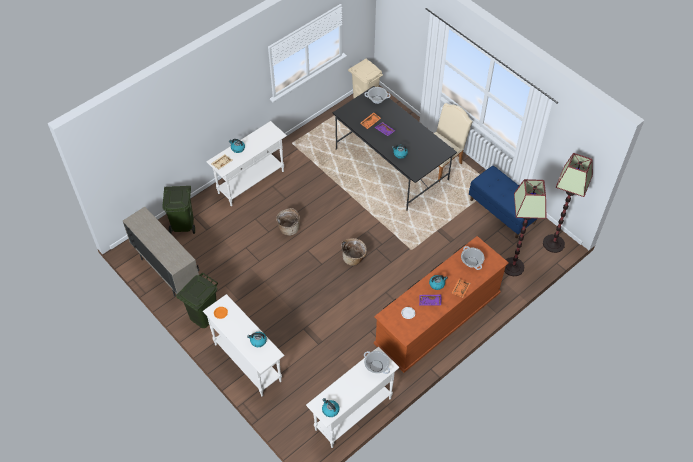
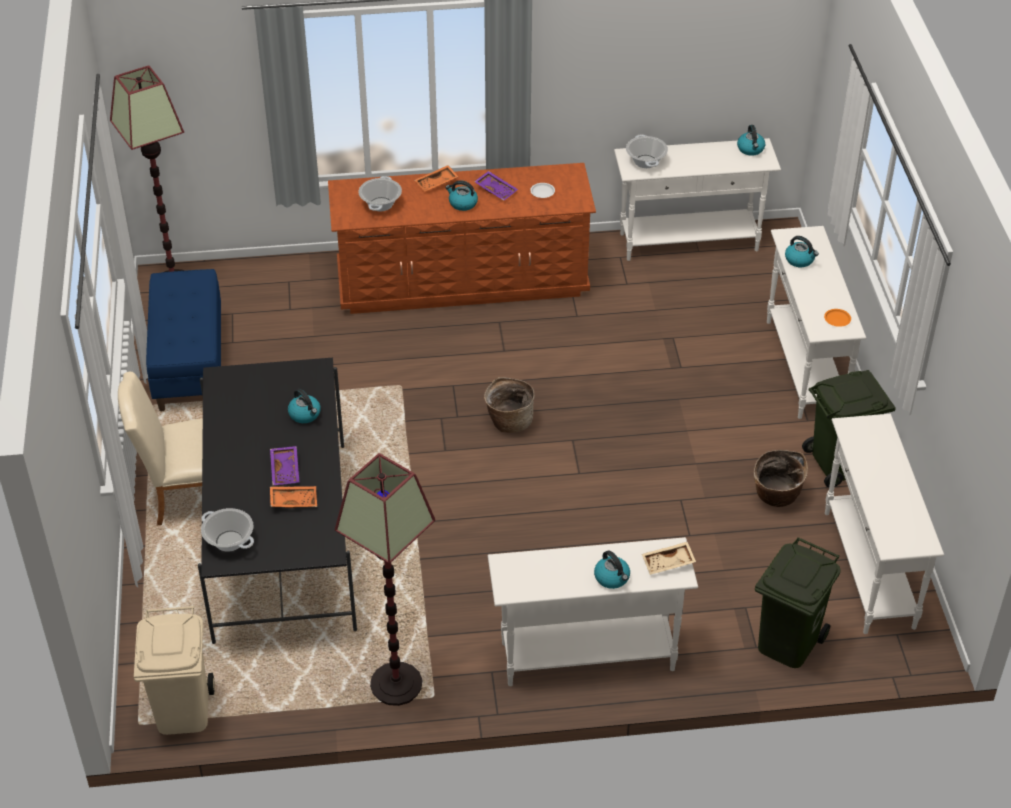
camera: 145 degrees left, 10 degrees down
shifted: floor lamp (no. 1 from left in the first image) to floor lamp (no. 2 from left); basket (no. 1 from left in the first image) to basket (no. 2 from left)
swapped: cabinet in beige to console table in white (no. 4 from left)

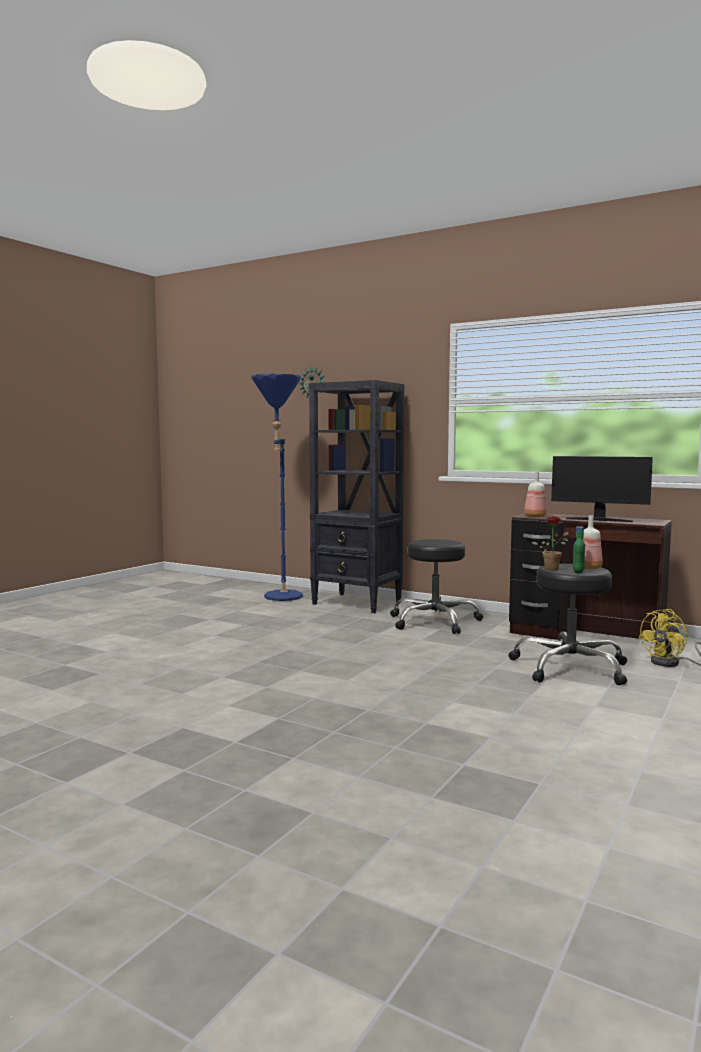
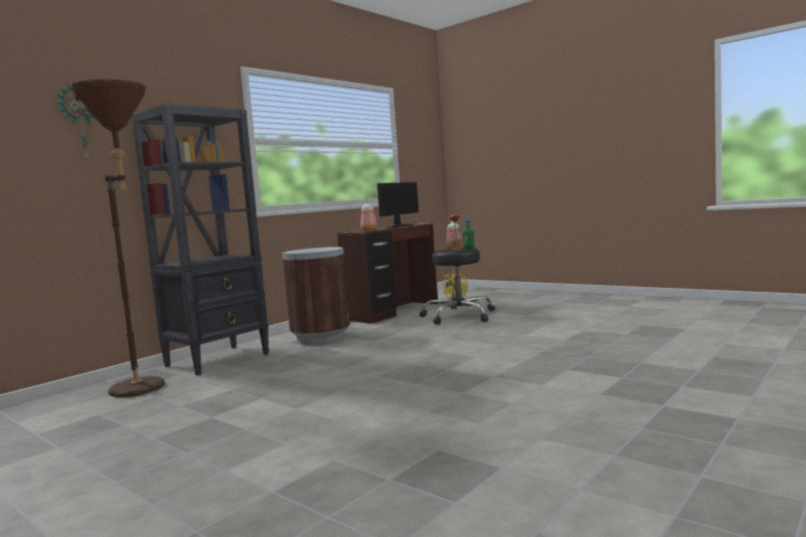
camera: 80 degrees left, 0 degrees up
swapped: stool in black (no. 1 from left) to trash can in brown
repainted: floor lamp in blue to floor lamp in brown

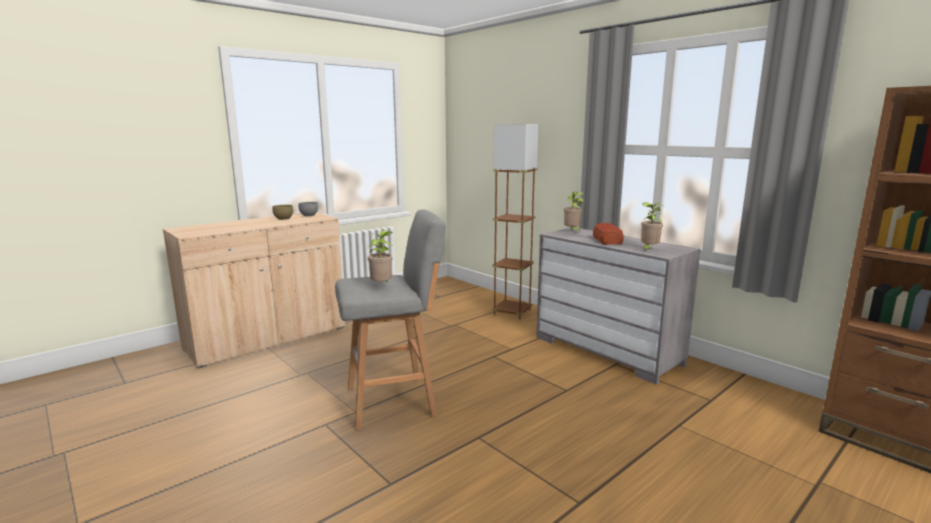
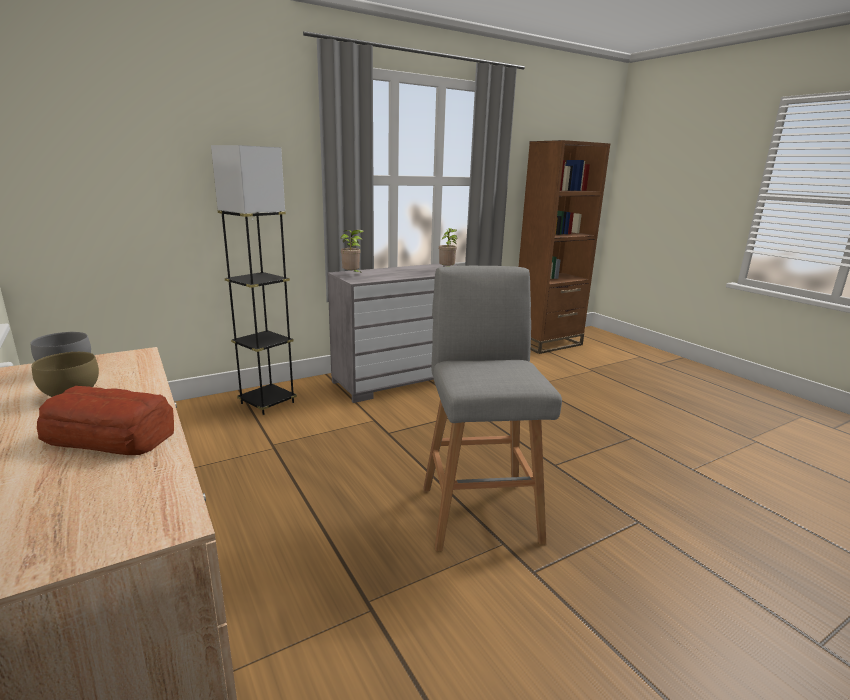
camera: 80 degrees left, 5 degrees up
gone: potted plant (no. 1 from left)
shifted: bread
repainted: floor lamp in brown to floor lamp in grey

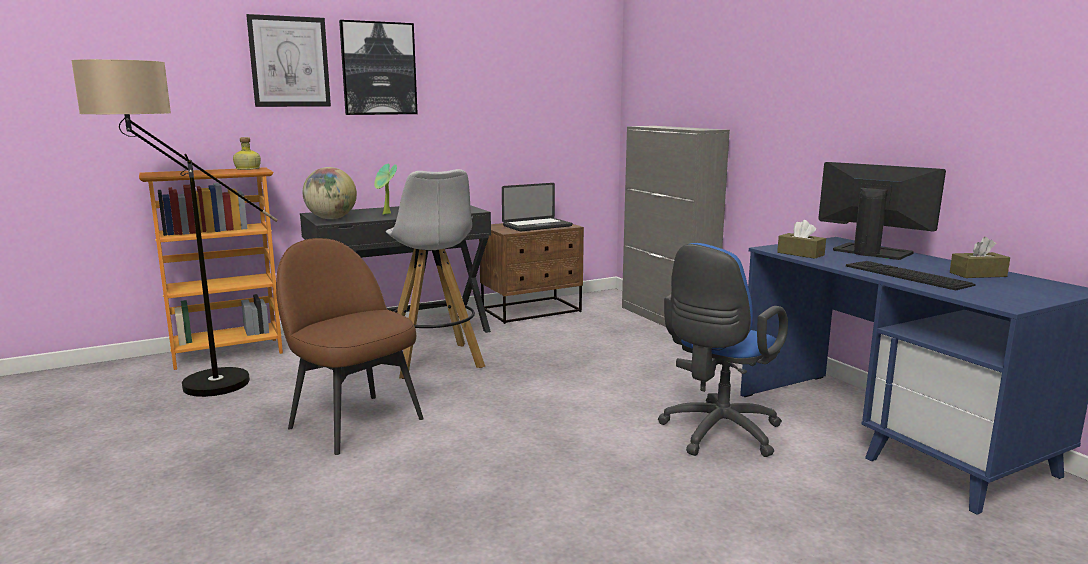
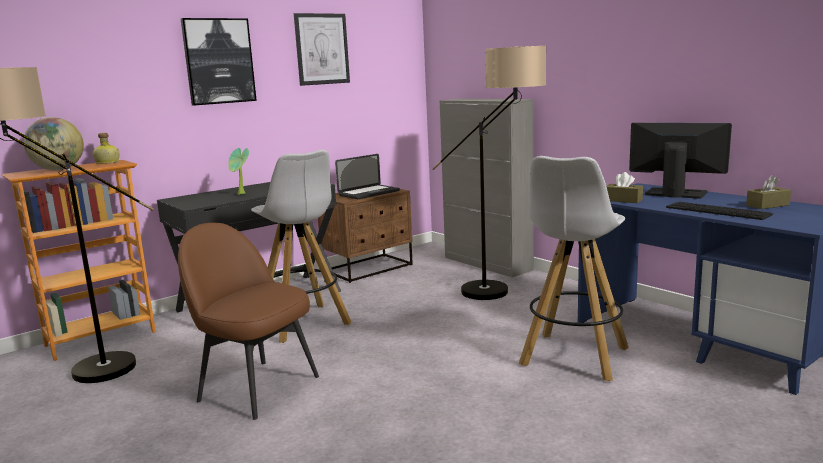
camera: 10 degrees left, 0 degrees up
new: floor lamp (no. 2 from left)
shifted: picture (no. 1 from left in the first image) to picture (no. 2 from left); globe
swapped: office chair in blue to stool in white (no. 2 from left)

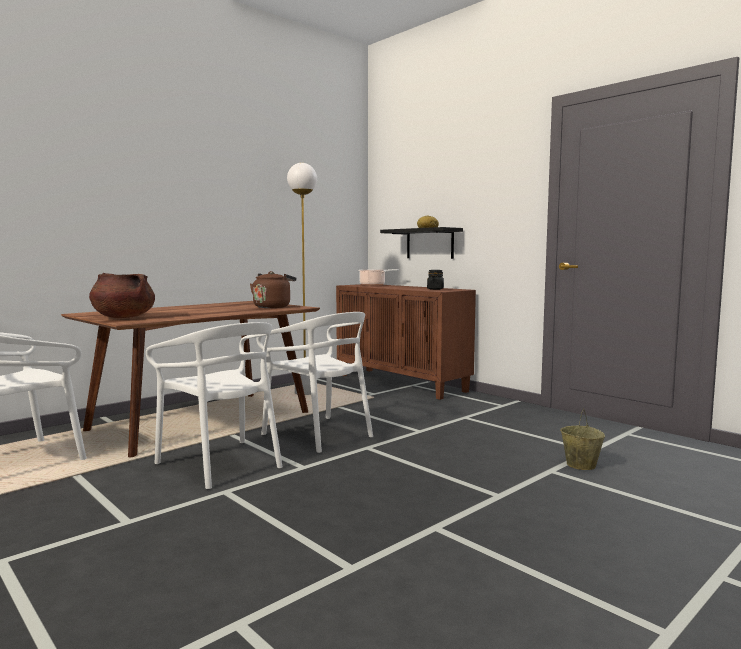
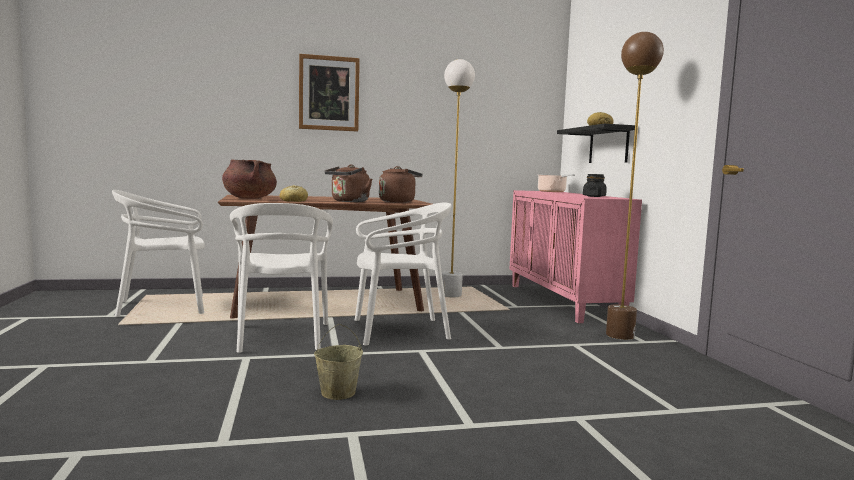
camera: 30 degrees right, 0 degrees up
new: floor lamp in brown; picture; kettle in brown (no. 1 from left); bread (no. 1 from left)
shifted: bucket in beige
repainted: cabinet in brown to cabinet in pink
rotated: chair in white (no. 3 from left) 90 degrees counterclockwise

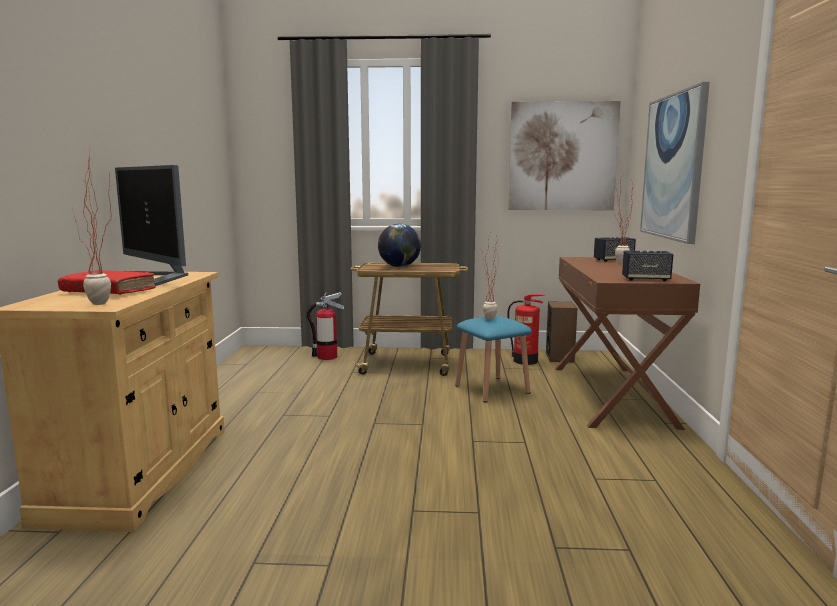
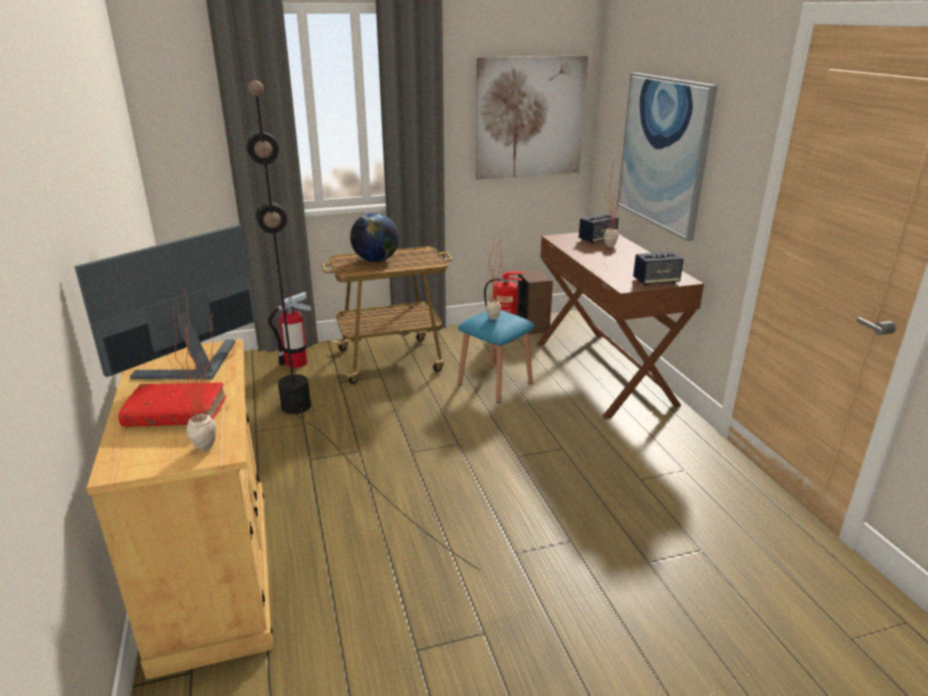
camera: 20 degrees left, 15 degrees up
new: floor lamp in black
rotated: monitor 105 degrees clockwise

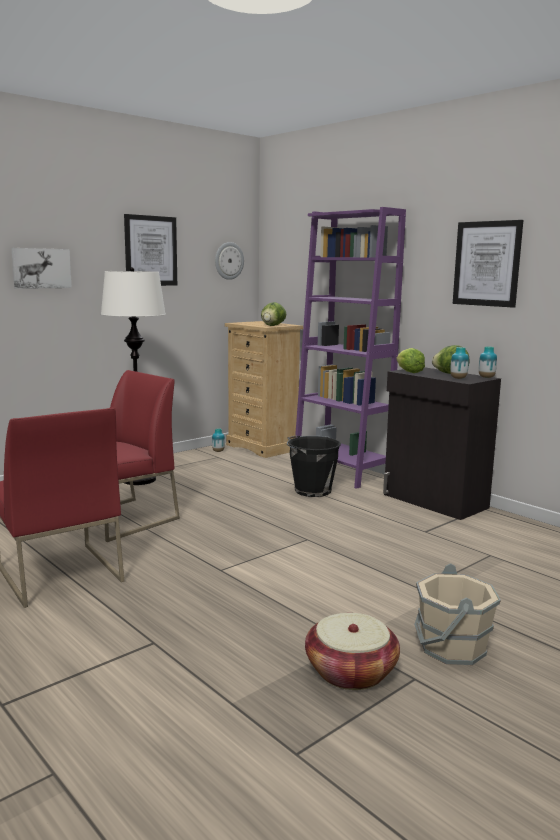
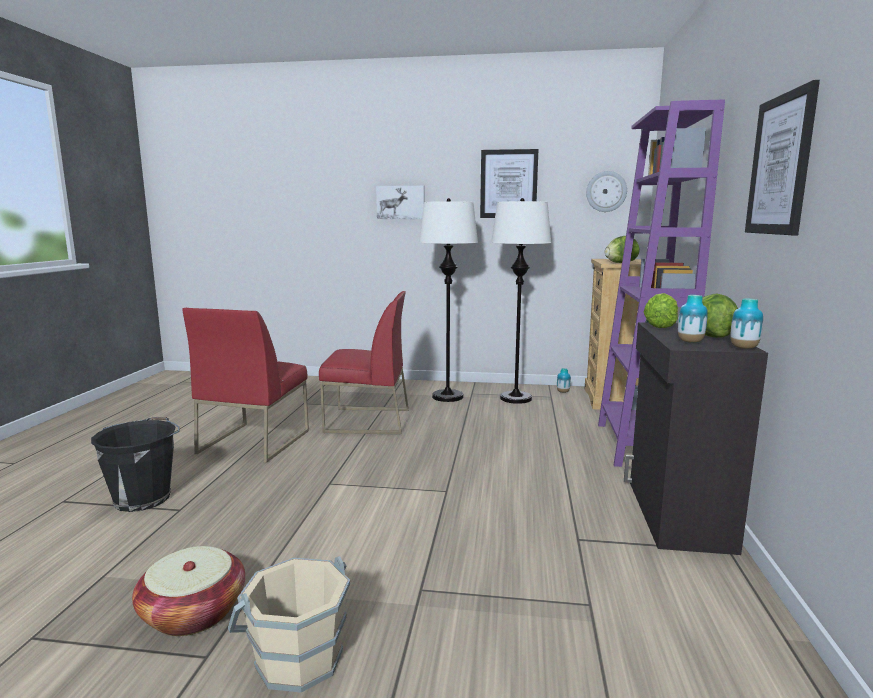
camera: 50 degrees right, 0 degrees up
new: floor lamp in white (no. 2 from left)
shifted: bucket in black

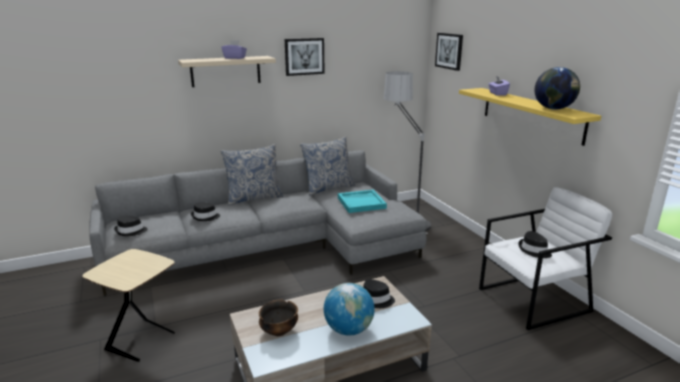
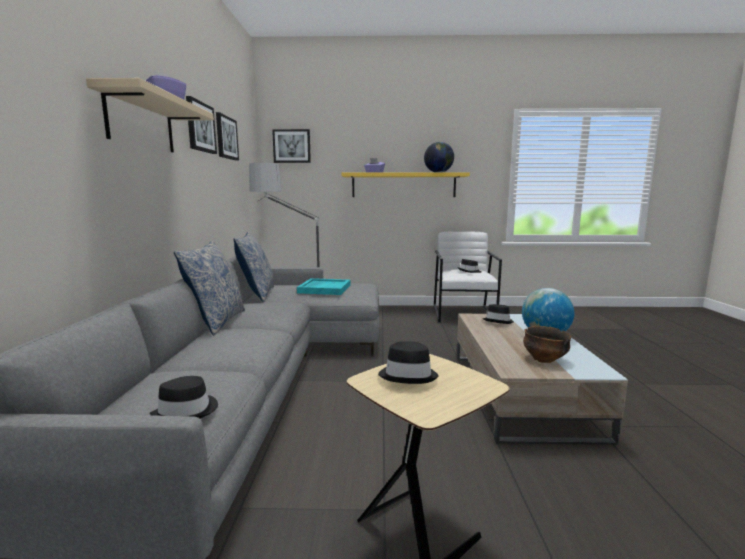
camera: 65 degrees left, 10 degrees down
new: picture (no. 2 from left)
shifted: hat in black (no. 2 from left)

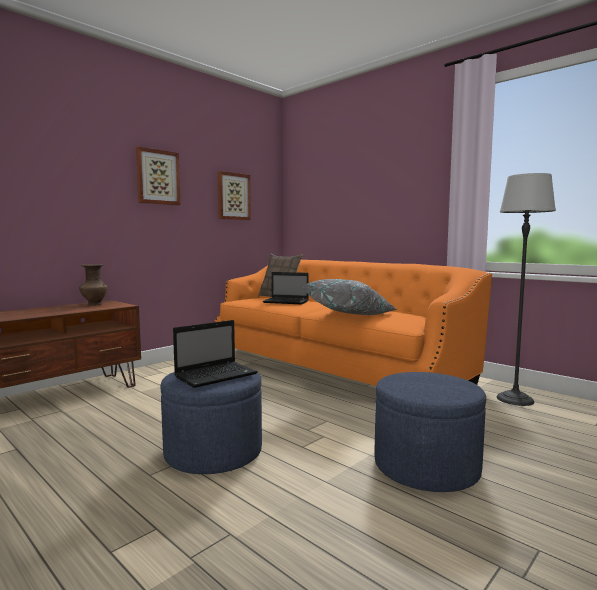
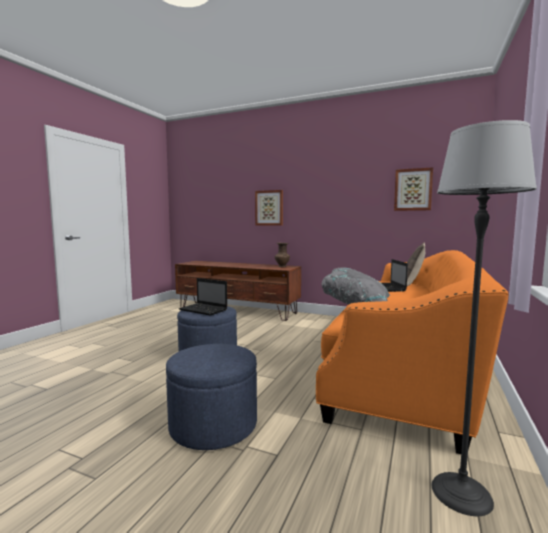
camera: 70 degrees right, 0 degrees up
shifted: picture (no. 1 from left)

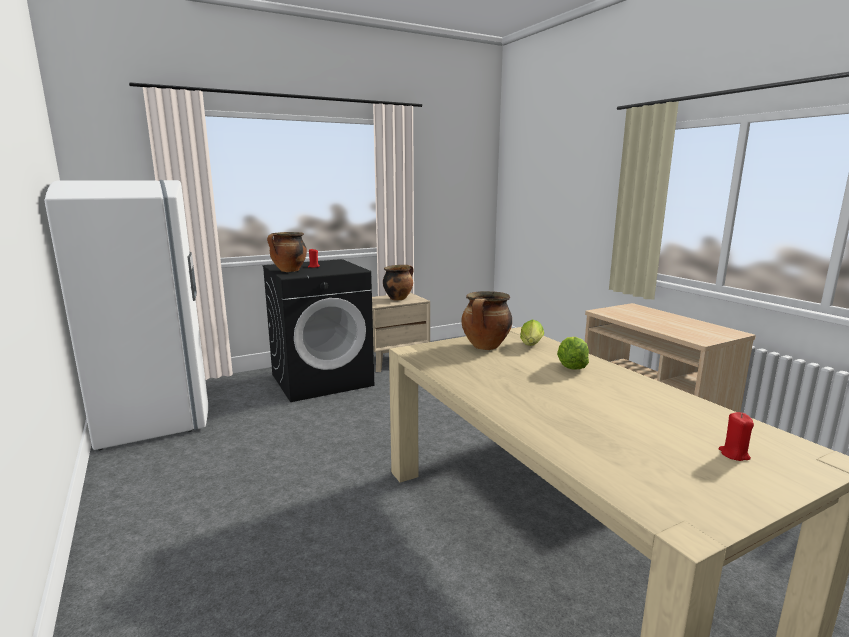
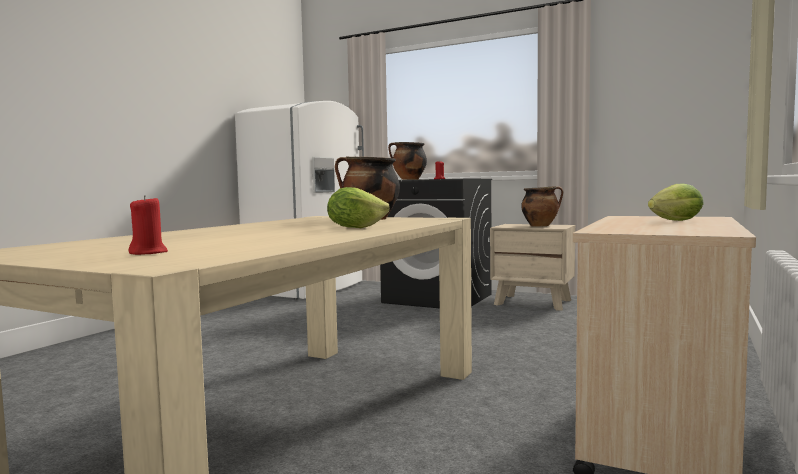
camera: 55 degrees right, 10 degrees down
shifted: lettuce (no. 1 from left in the first image) to lettuce (no. 2 from left)

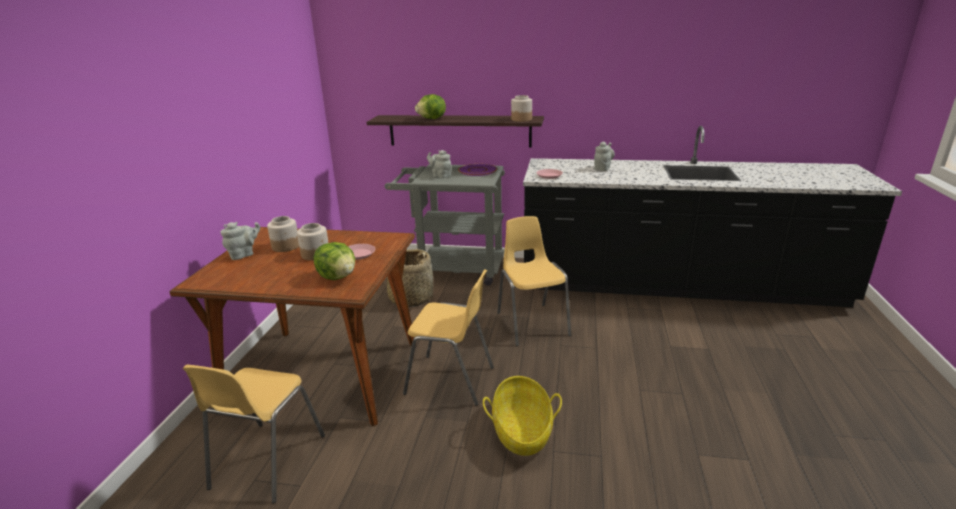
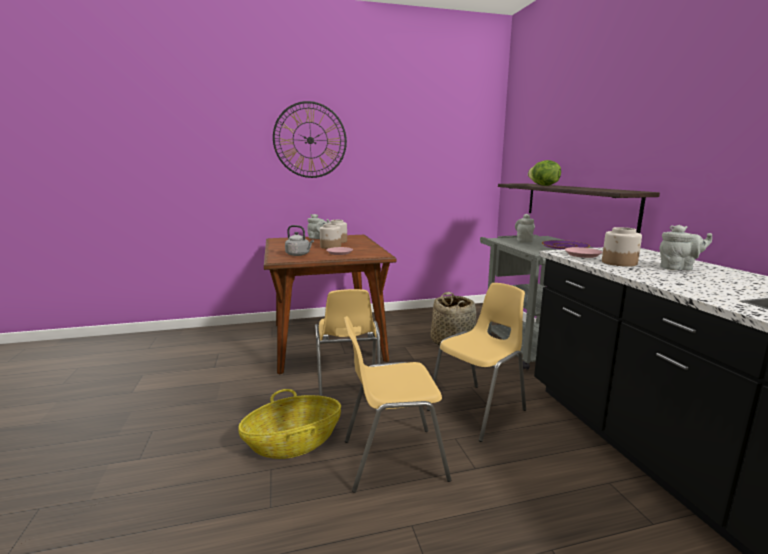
camera: 65 degrees right, 10 degrees down
new: wall clock
shifted: jar (no. 3 from left); chair in yellow (no. 1 from left in the first image) to chair in yellow (no. 2 from left)
swapped: lettuce (no. 1 from left) to kettle in grey

